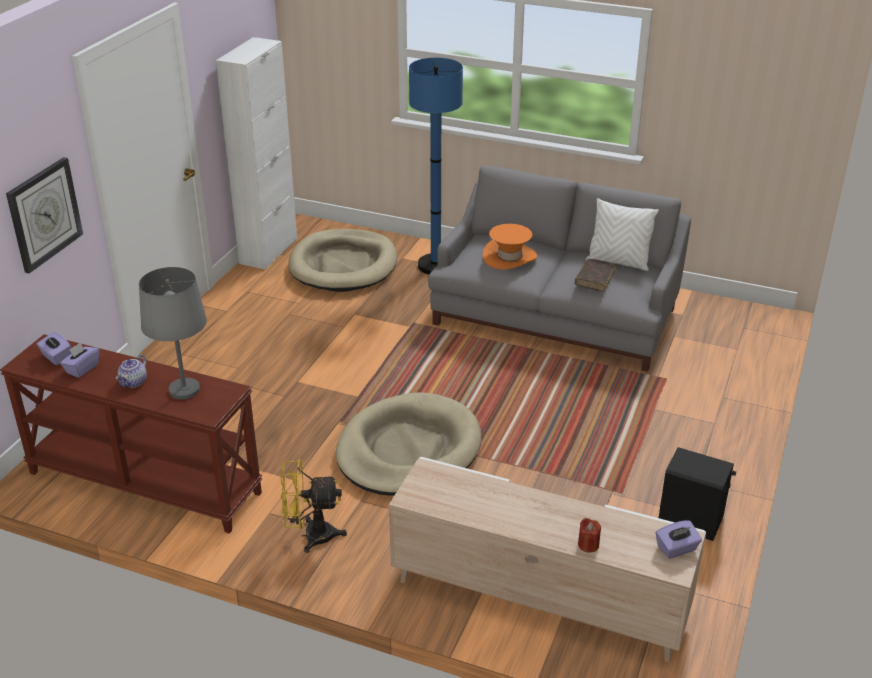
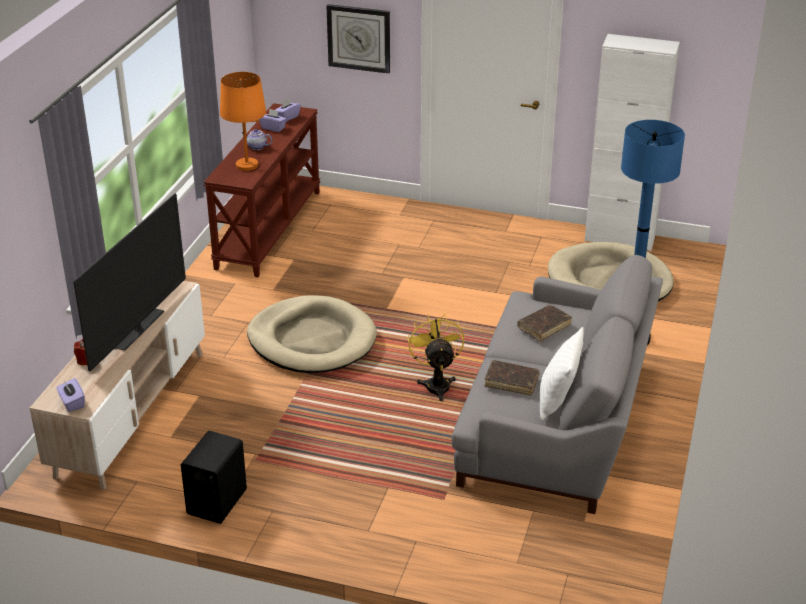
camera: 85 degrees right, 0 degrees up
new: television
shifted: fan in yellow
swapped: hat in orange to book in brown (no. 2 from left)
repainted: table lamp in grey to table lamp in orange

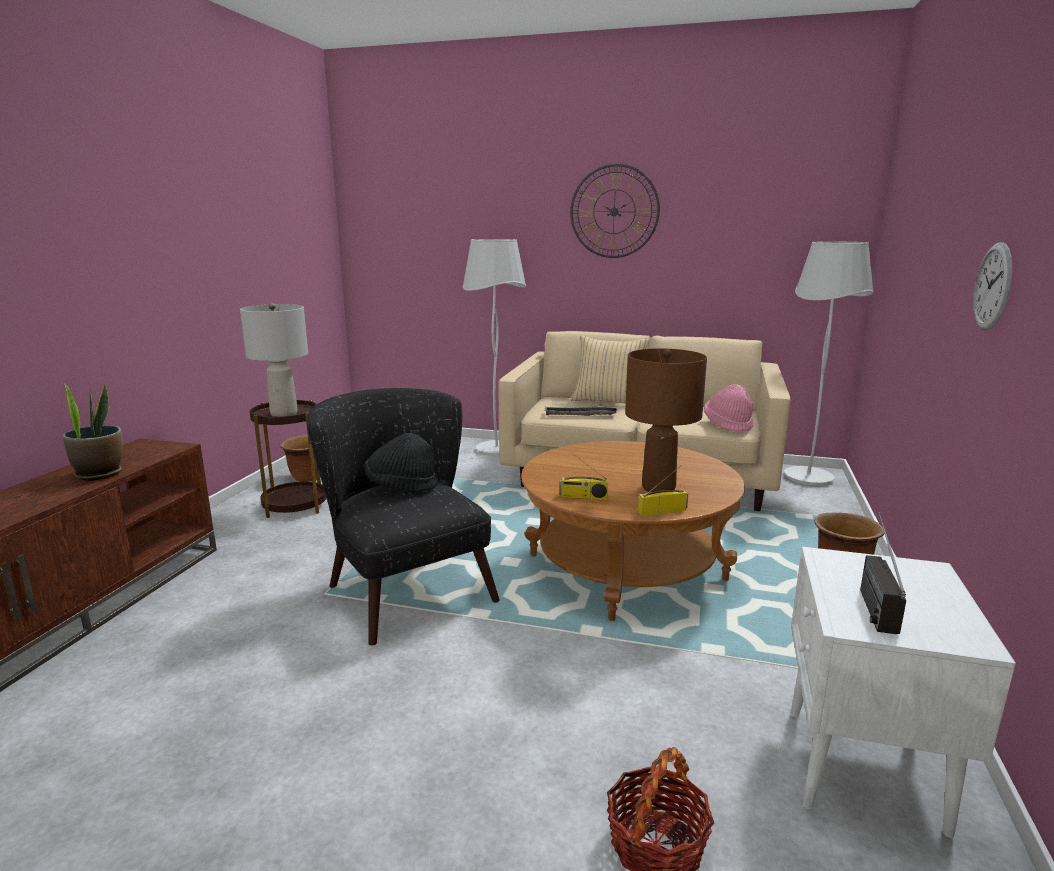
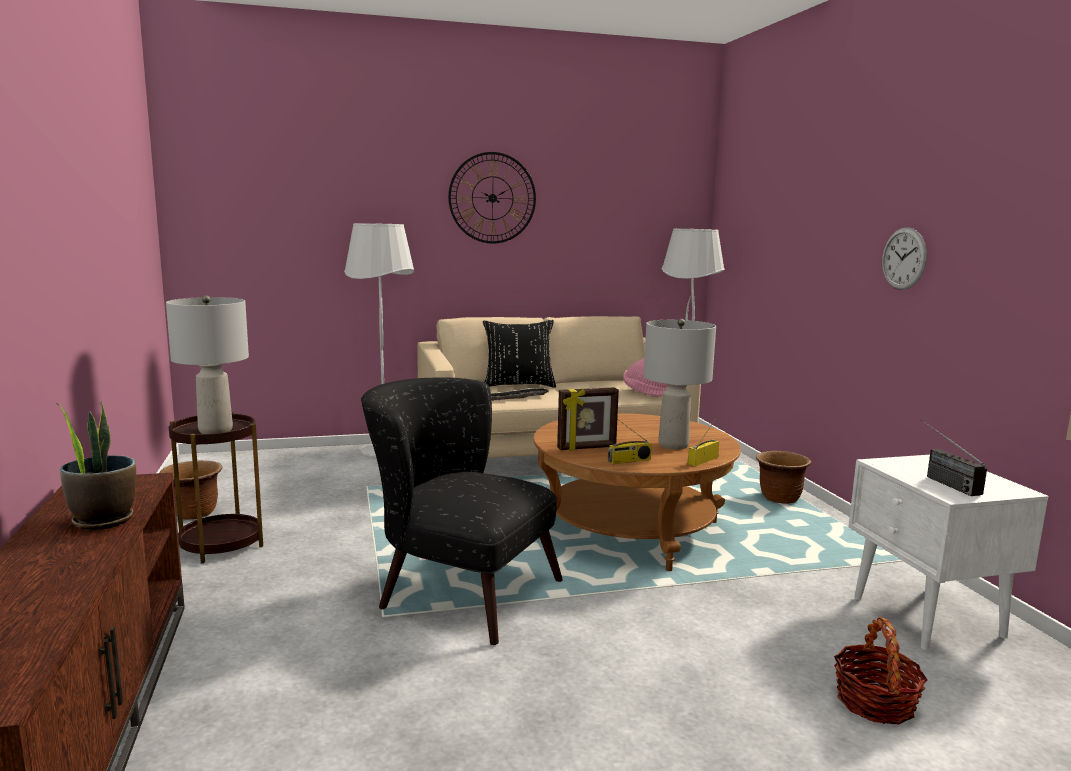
camera: 30 degrees left, 5 degrees down
gone: hat in black
new: picture frame
repainted: pillow in beige to pillow in black; table lamp in brown to table lamp in grey (no. 2 from left)

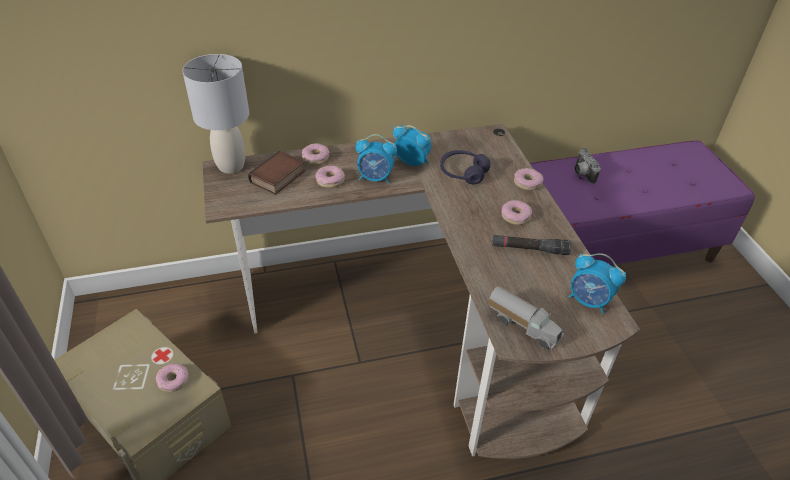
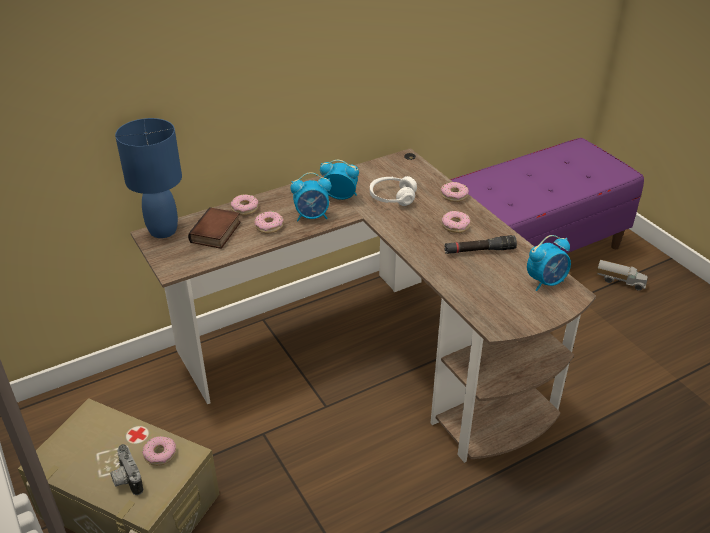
camera: 15 degrees left, 5 degrees down
shifted: photo camera; toy truck
repainted: table lamp in grey to table lamp in blue; headphones in purple to headphones in white
rotated: alarm clock (no. 3 from left) 45 degrees counterclockwise

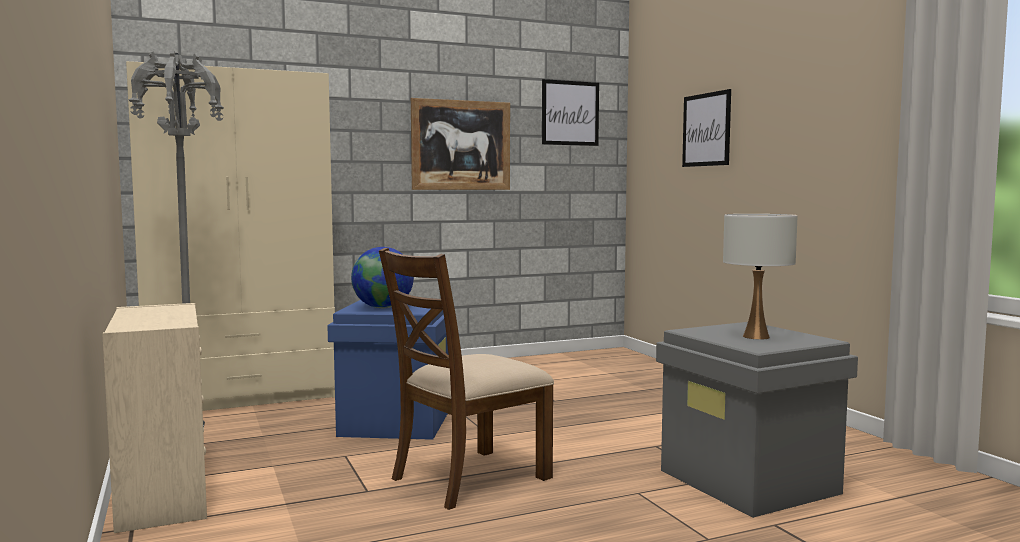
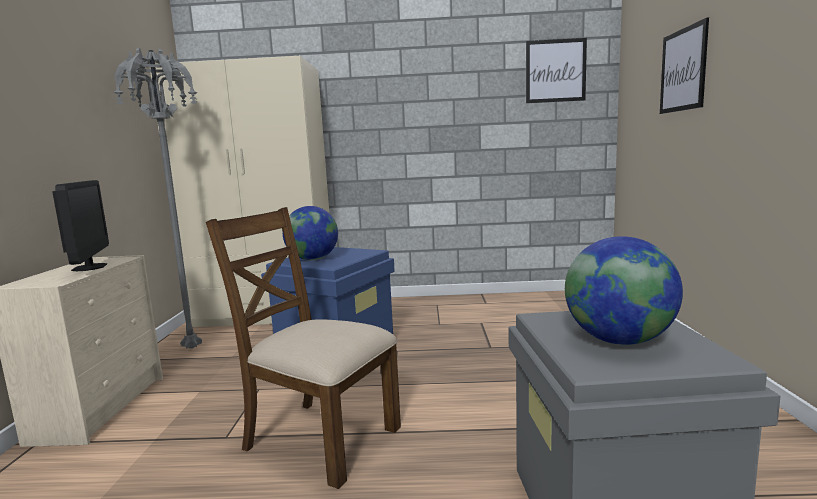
camera: 25 degrees right, 5 degrees up
gone: picture (no. 1 from left)
new: monitor
swapped: table lamp in white to globe (no. 2 from left)
rotated: chair in brown 45 degrees clockwise

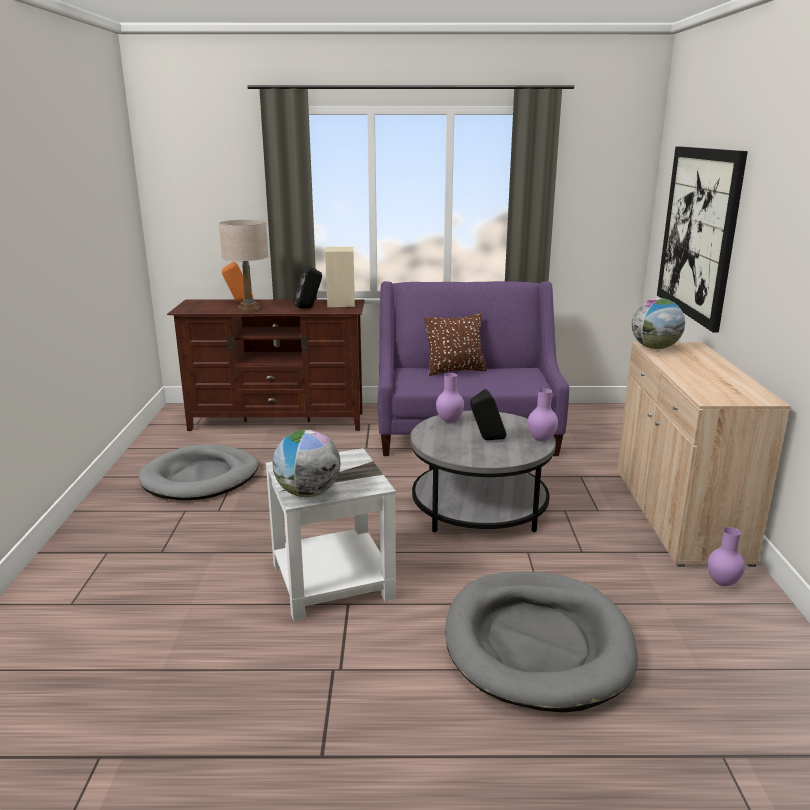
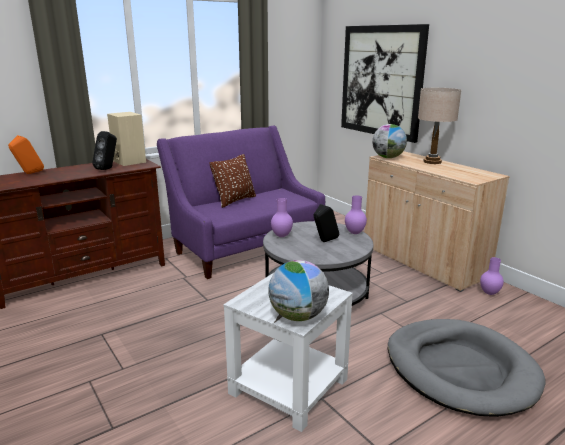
camera: 35 degrees left, 0 degrees up
gone: dog bed in grey (no. 1 from left)
shifted: table lamp in beige

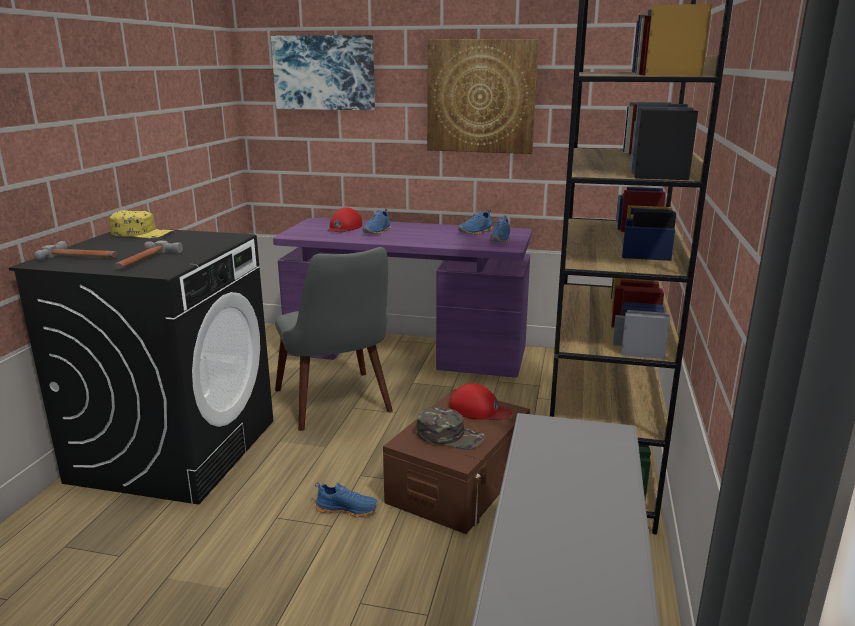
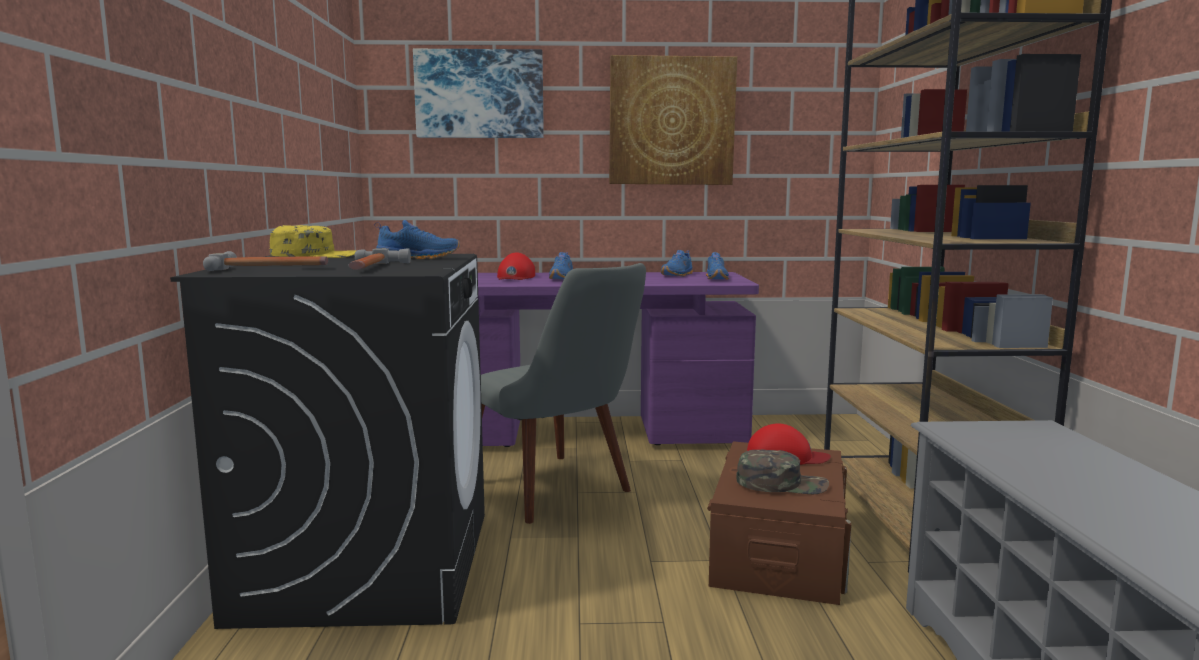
camera: 15 degrees left, 10 degrees down
shifted: shoe in blue (no. 1 from left)

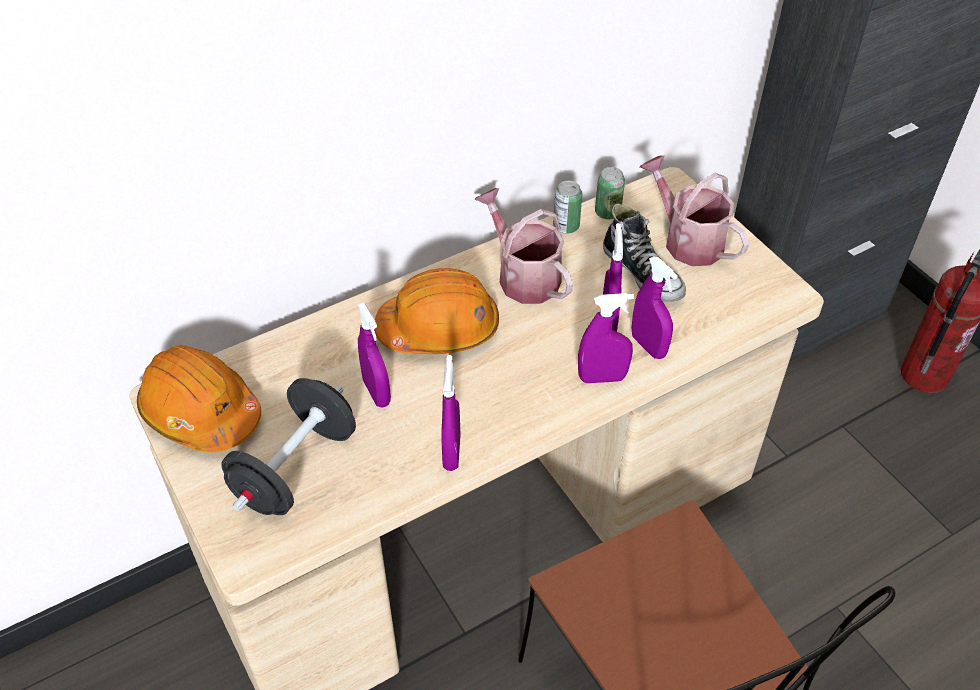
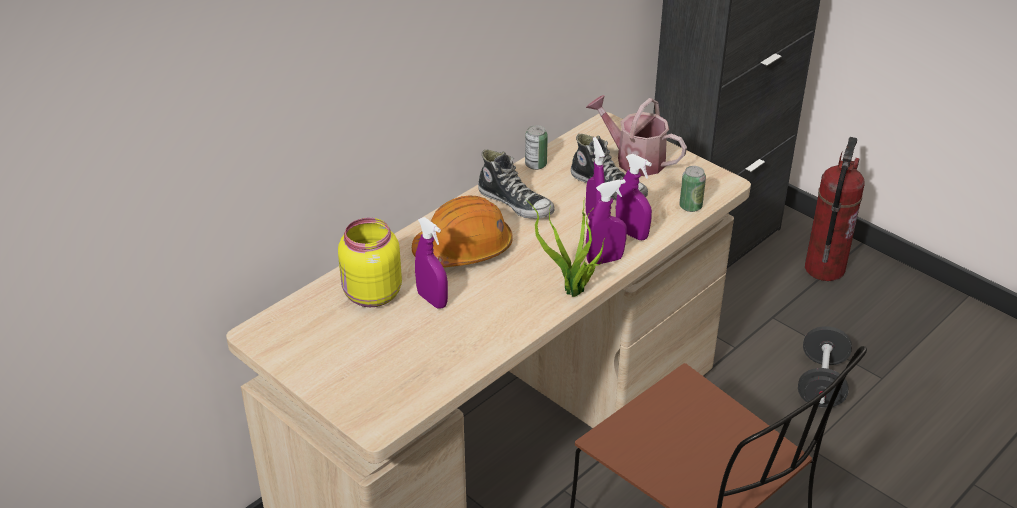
camera: 15 degrees left, 10 degrees down
gone: hard hat in orange (no. 1 from left); spray bottle in purple (no. 2 from left)
new: potted plant; jar in yellow
shifted: can (no. 2 from left); dumbbell in black
swapped: watering can (no. 1 from left) to shoe (no. 1 from left)

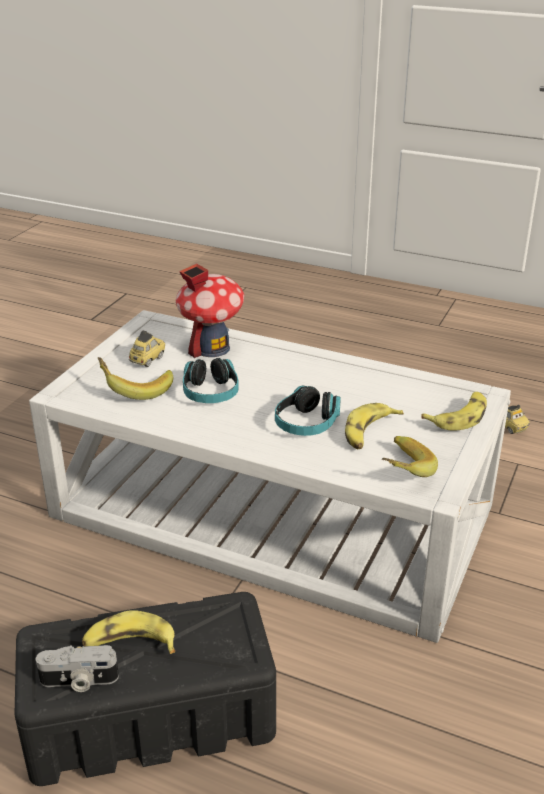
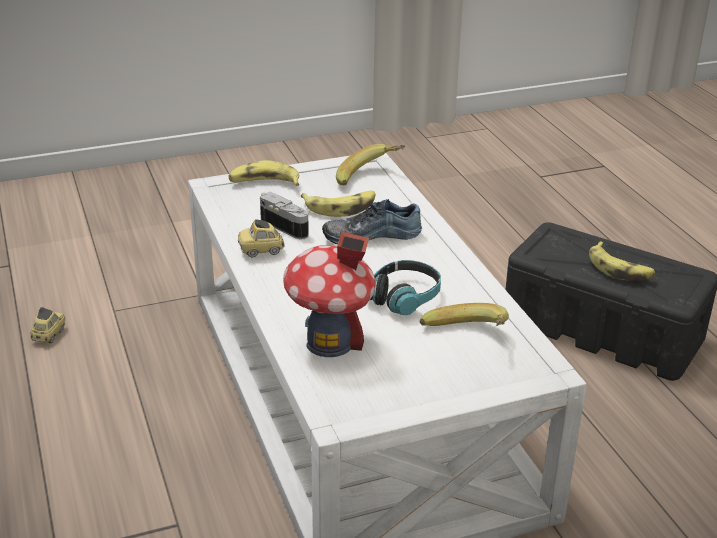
camera: 135 degrees left, 0 degrees up
shifted: toy car (no. 1 from left in the first image) to toy car (no. 2 from left); photo camera
swapped: headphones (no. 2 from left) to shoe

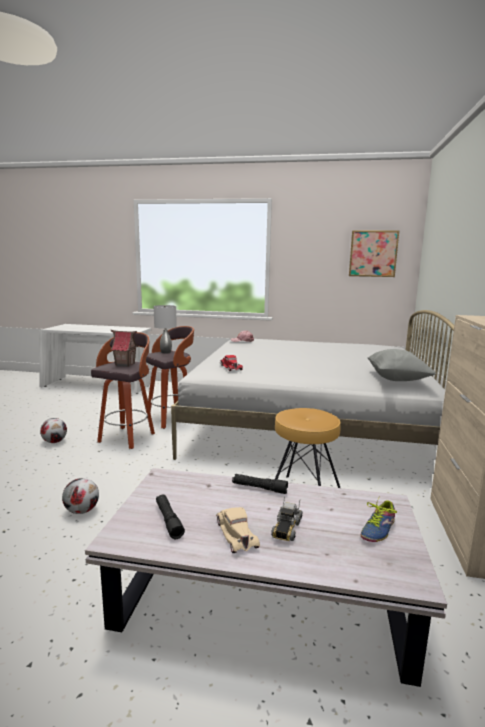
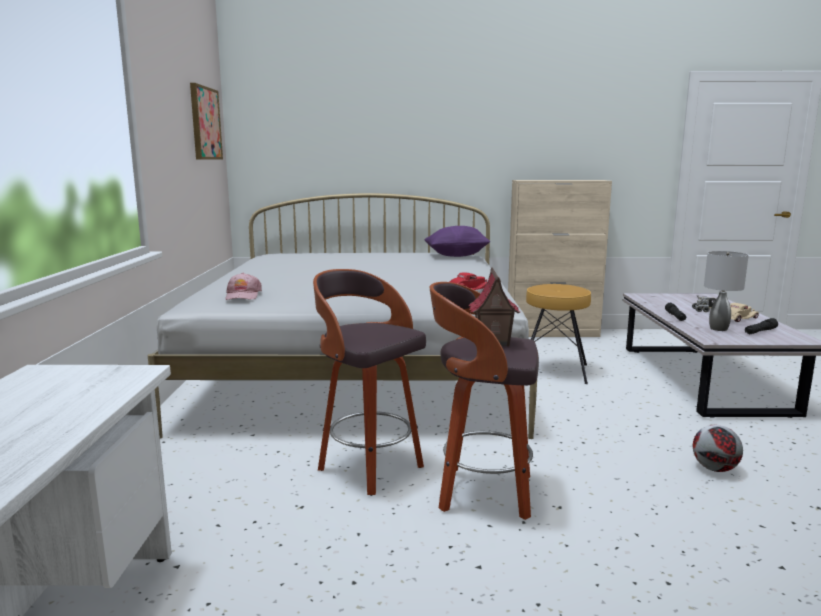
camera: 100 degrees left, 0 degrees up
gone: football (no. 1 from left); shoe
shifted: table lamp in grey
repainted: pillow in grey to pillow in purple

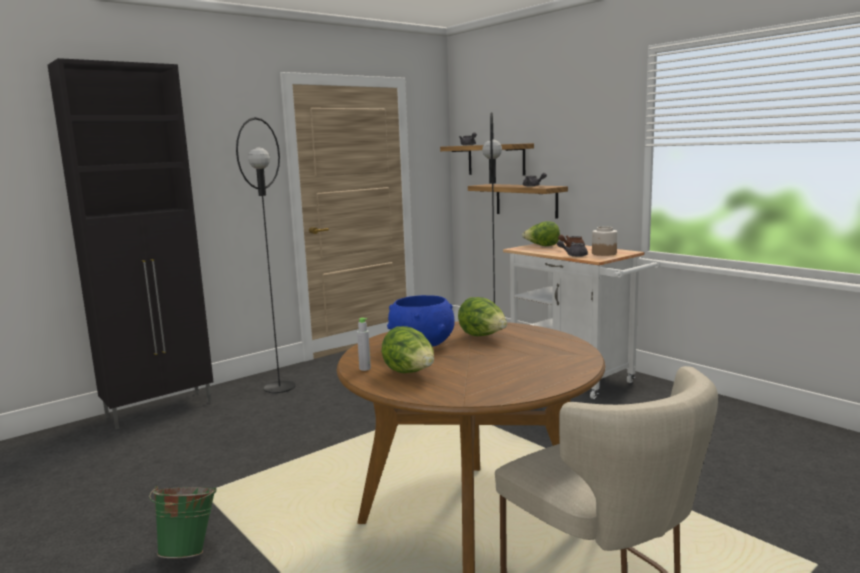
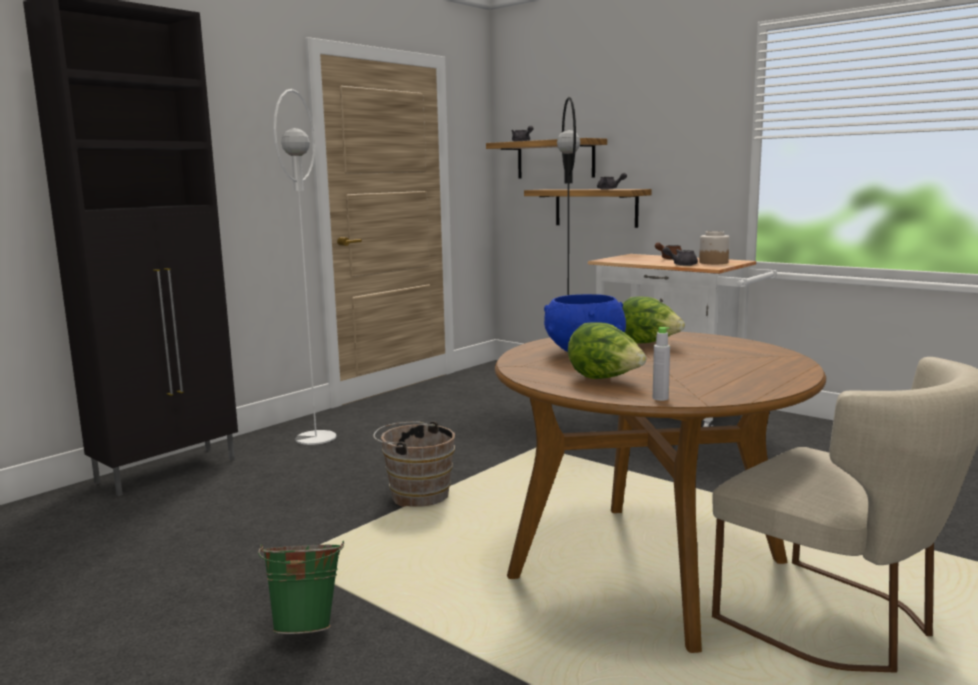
camera: 10 degrees left, 0 degrees up
gone: lettuce (no. 3 from left)
new: bucket in brown
shifted: bottle in grey
repainted: floor lamp in black (no. 1 from left) to floor lamp in white

